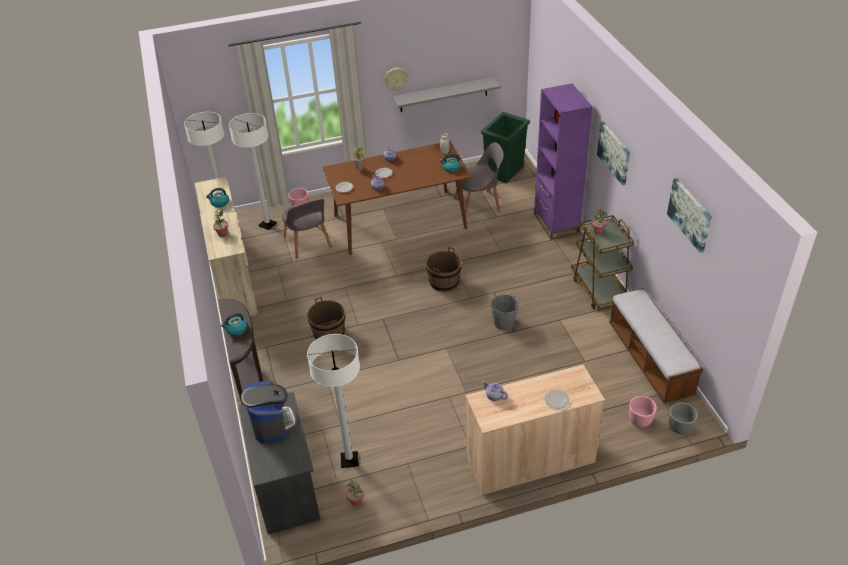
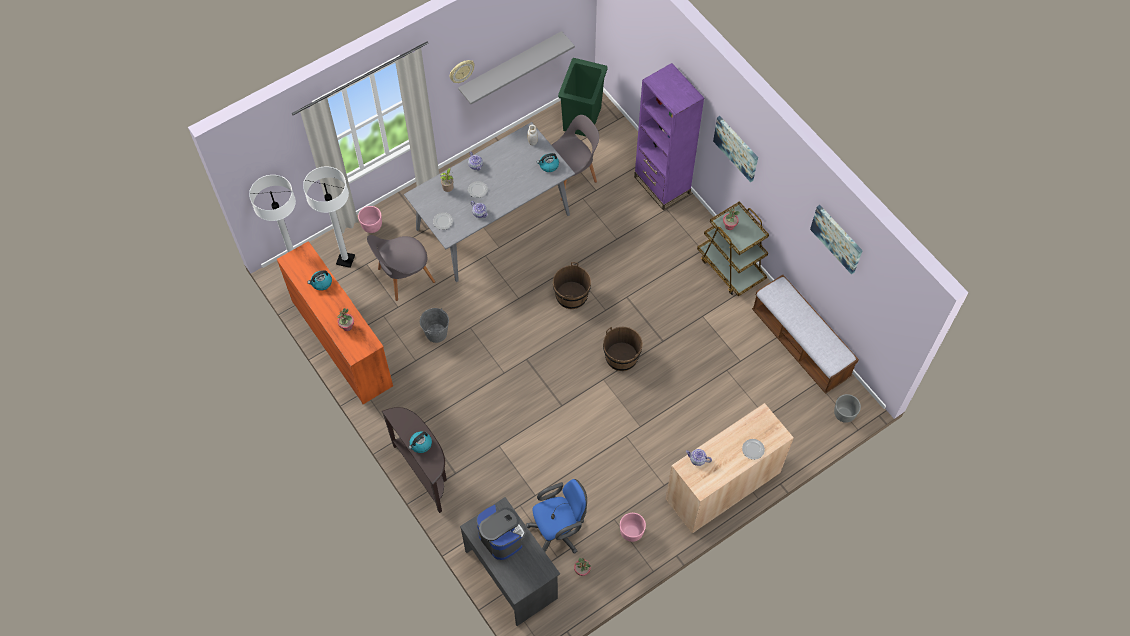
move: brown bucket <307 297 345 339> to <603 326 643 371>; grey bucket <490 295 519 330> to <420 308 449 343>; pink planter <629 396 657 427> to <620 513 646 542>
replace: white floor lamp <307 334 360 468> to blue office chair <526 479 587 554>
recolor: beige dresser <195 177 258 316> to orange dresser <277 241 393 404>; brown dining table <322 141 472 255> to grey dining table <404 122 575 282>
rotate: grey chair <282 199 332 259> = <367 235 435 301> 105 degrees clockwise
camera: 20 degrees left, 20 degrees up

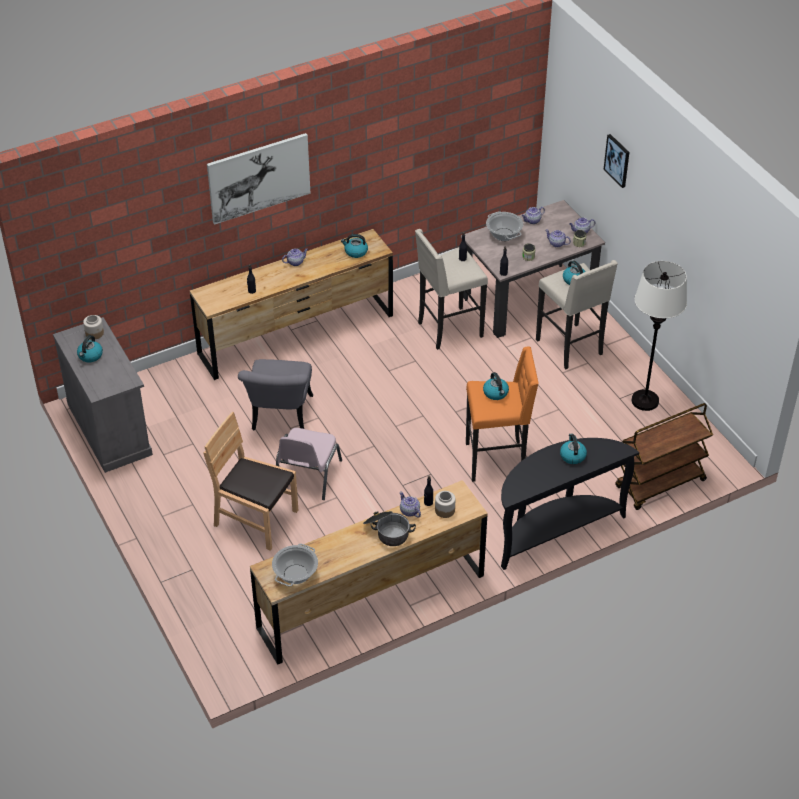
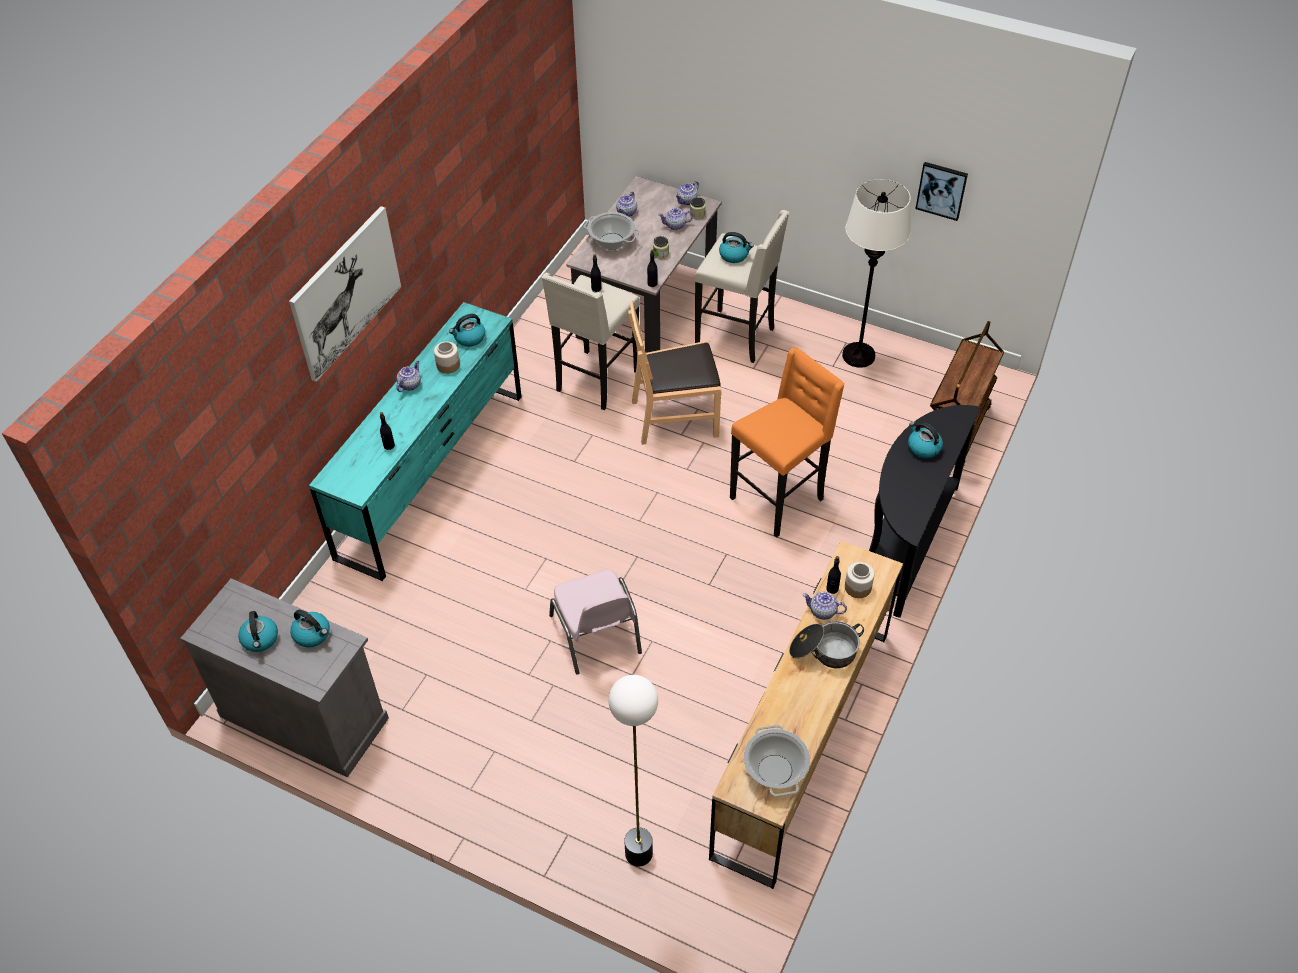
delete: grey chair <238 359 313 430>
insert: floor lamp <608 675 658 866>
move: jar <83 315 104 339> to <434 342 460 374>; brown chair <204 412 298 551> to <628 302 721 445>; kettle <483 372 509 400> to <290 610 330 647>; picture <603 134 629 188> to <915 162 968 221>
recolor: brown dresser <190 229 393 380> to turquoise dresser <309 302 522 581>
camera: 35 degrees left, 5 degrees up

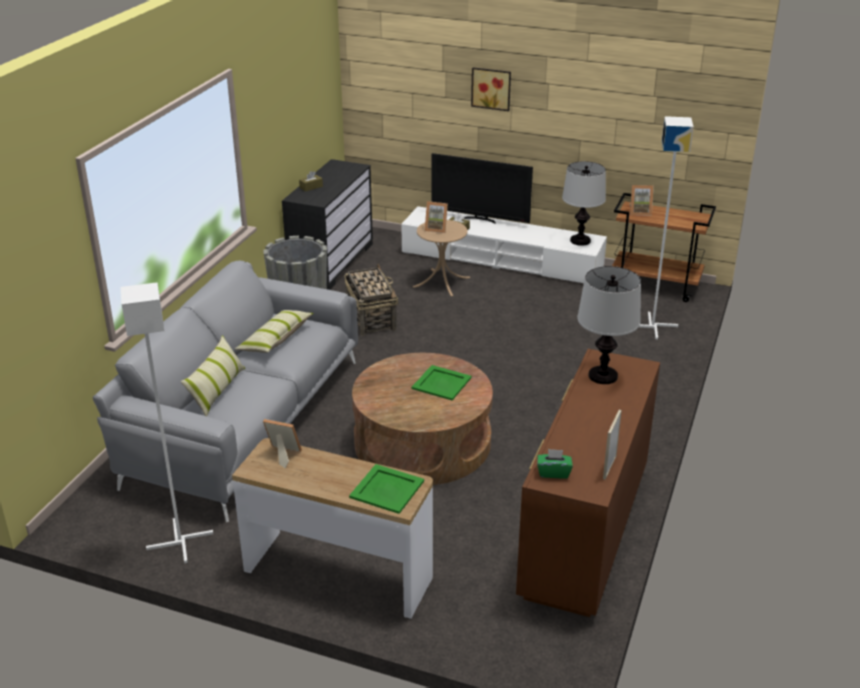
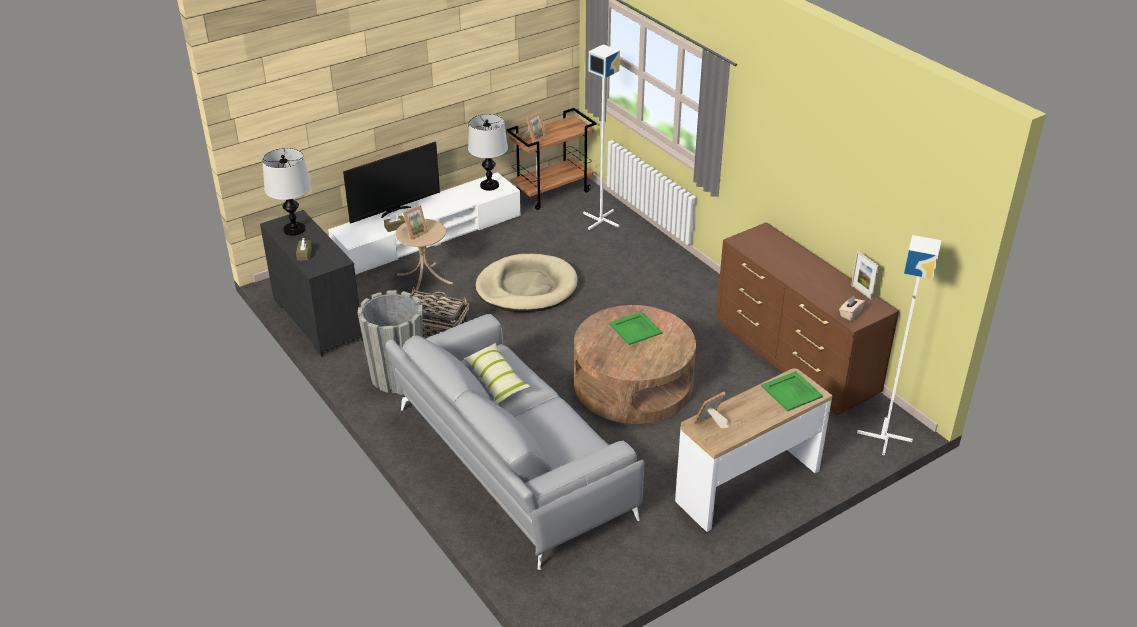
delete: pillow <181 335 245 416>; picture <471 67 511 111>
insert: beige dog bed <476 254 578 312>
move: white floor lamp <120 282 213 563> to <857 235 941 455>; table lamp <577 266 641 384> to <262 148 311 236>
recolor: green tissue box <537 449 573 479> to beige tissue box <839 296 865 321>
camera: 55 degrees left, 5 degrees up

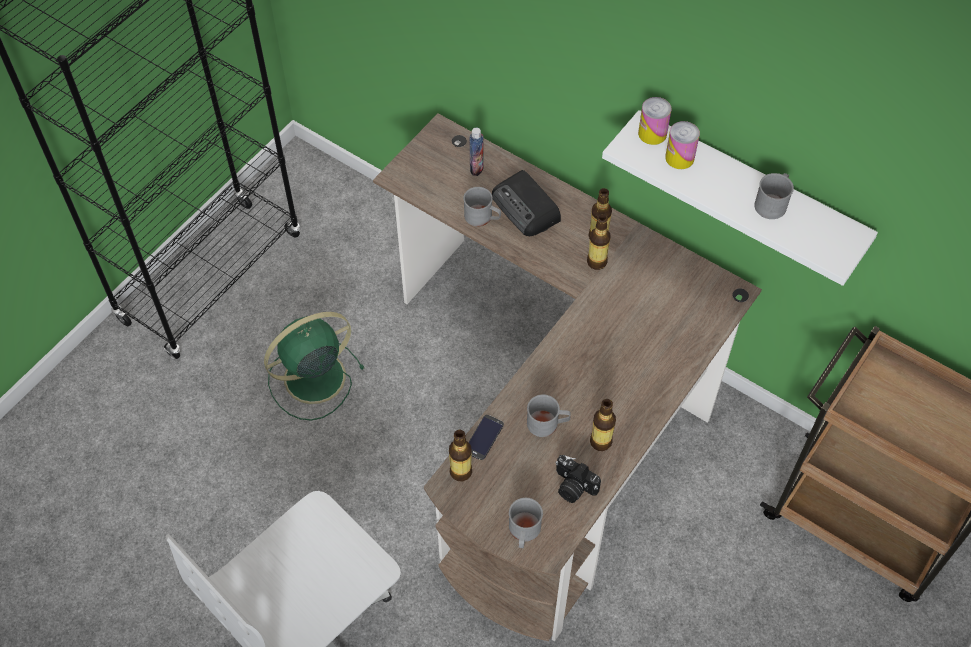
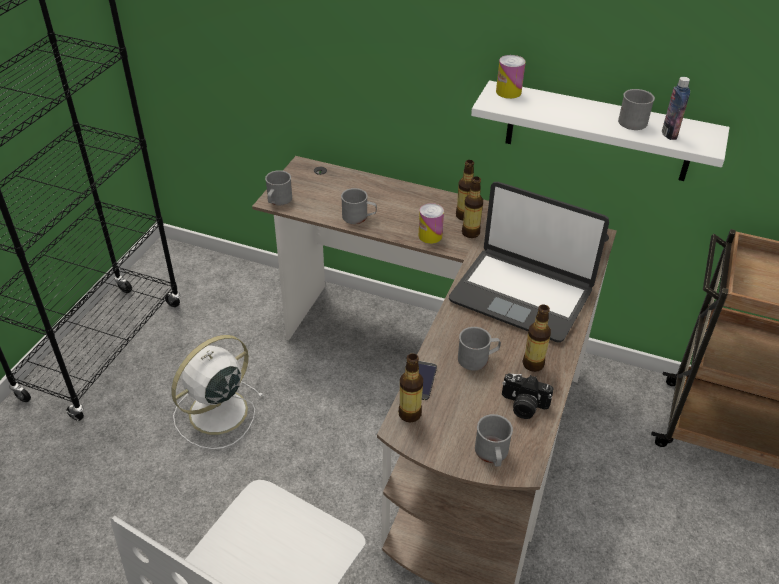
delete: radio <492 170 561 236>
insert: grey mug <265 170 292 205>; laptop <449 182 609 343>
move: bottle <469 128 484 176> to <662 77 690 140>; can <665 121 700 169> to <418 203 444 244>
recolor: green fan <264 312 365 421> to white fan <171 335 264 449>
camera: 15 degrees left, 15 degrees down

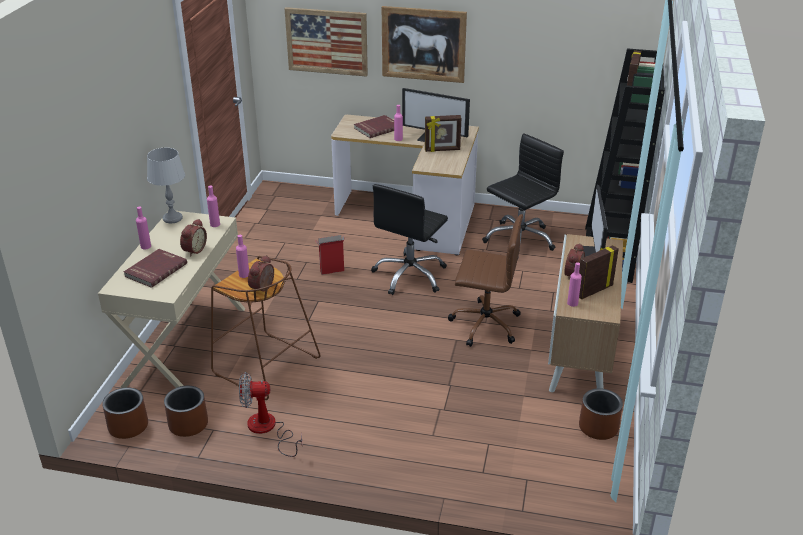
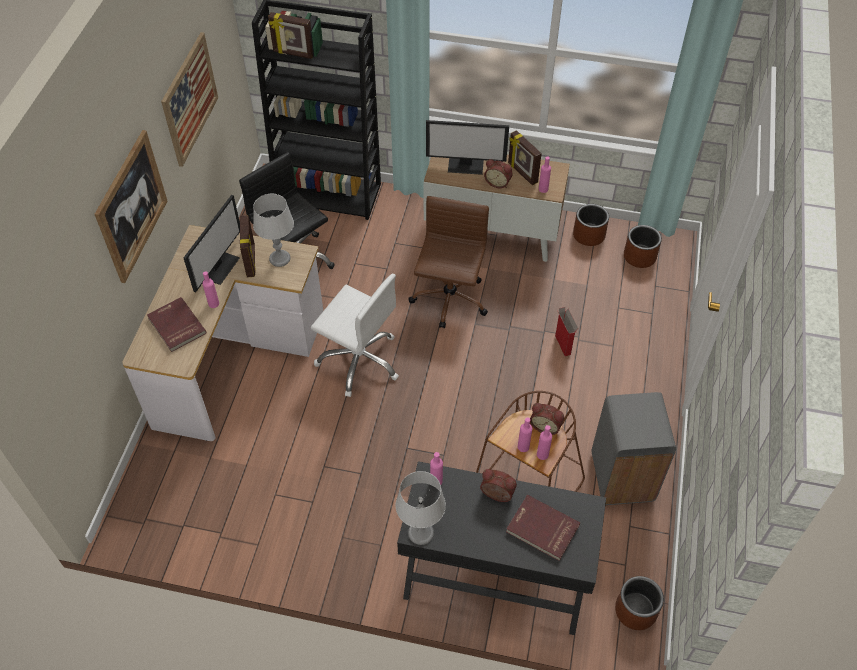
insert: grey table lamp <253 194 294 267>
move: pink bottle <136 207 151 249> to <537 425 552 460>; brown planter <164 386 208 437> to <624 225 662 268>; picture <284 7 368 77> to <161 32 218 167>; cardboard box <316 235 345 275> to <555 307 578 356>
replace: fan <239 372 302 457> to grey trash can <591 392 676 505>
recolor: beige desk <98 211 245 388> to black desk <397 461 606 635>; black office chair <371 184 448 295> to white office chair <311 274 399 397>
camera: 90 degrees left, 20 degrees up

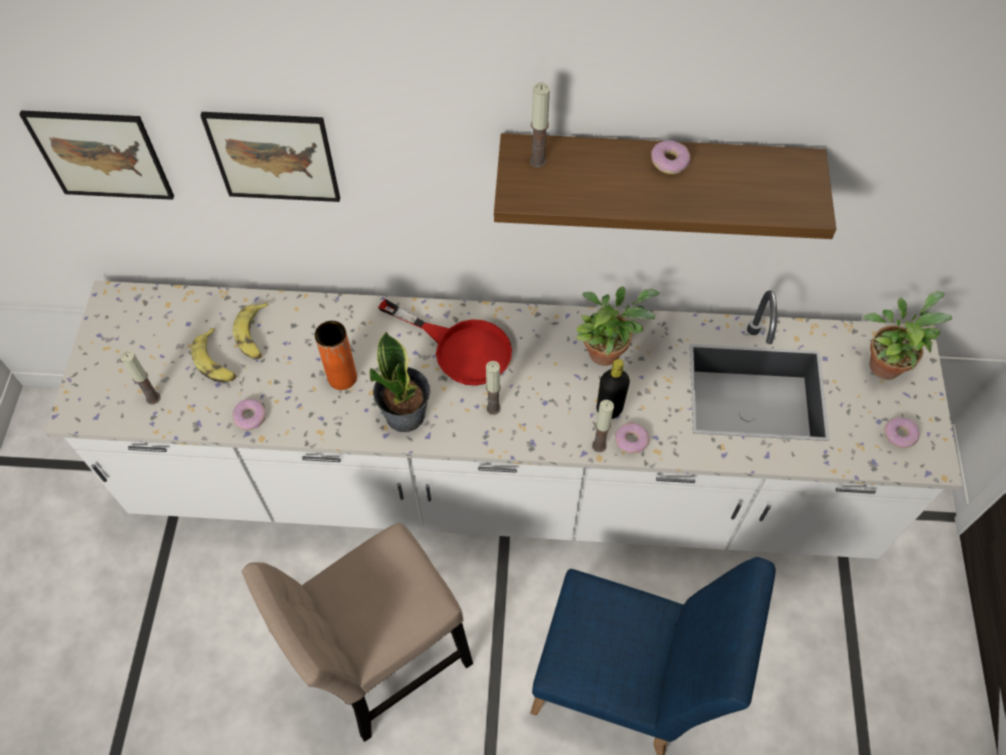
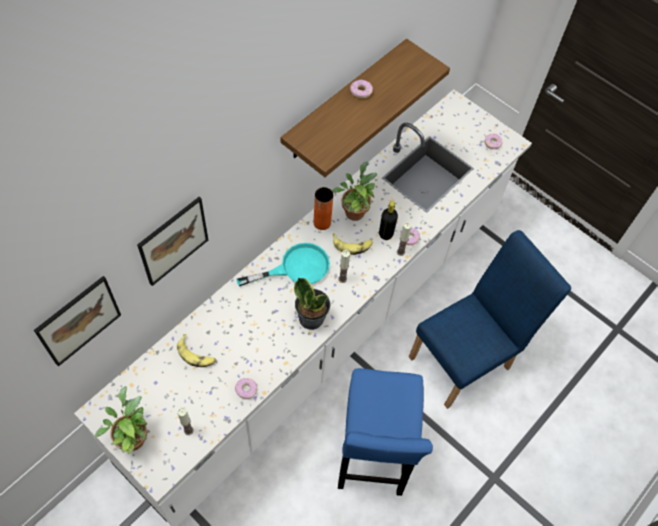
delete: candle <530 83 550 168>
move: banana <191 328 237 382> to <333 233 373 255>; orange vase <315 321 357 390> to <314 187 333 230>; potted plant <862 291 952 380> to <95 386 147 455>
recolor: beige stool <242 523 473 742> to blue stool <338 368 433 496>; red frying pan <378 299 512 386> to turquoise frying pan <237 243 330 286>
camera: 55 degrees left, 0 degrees up

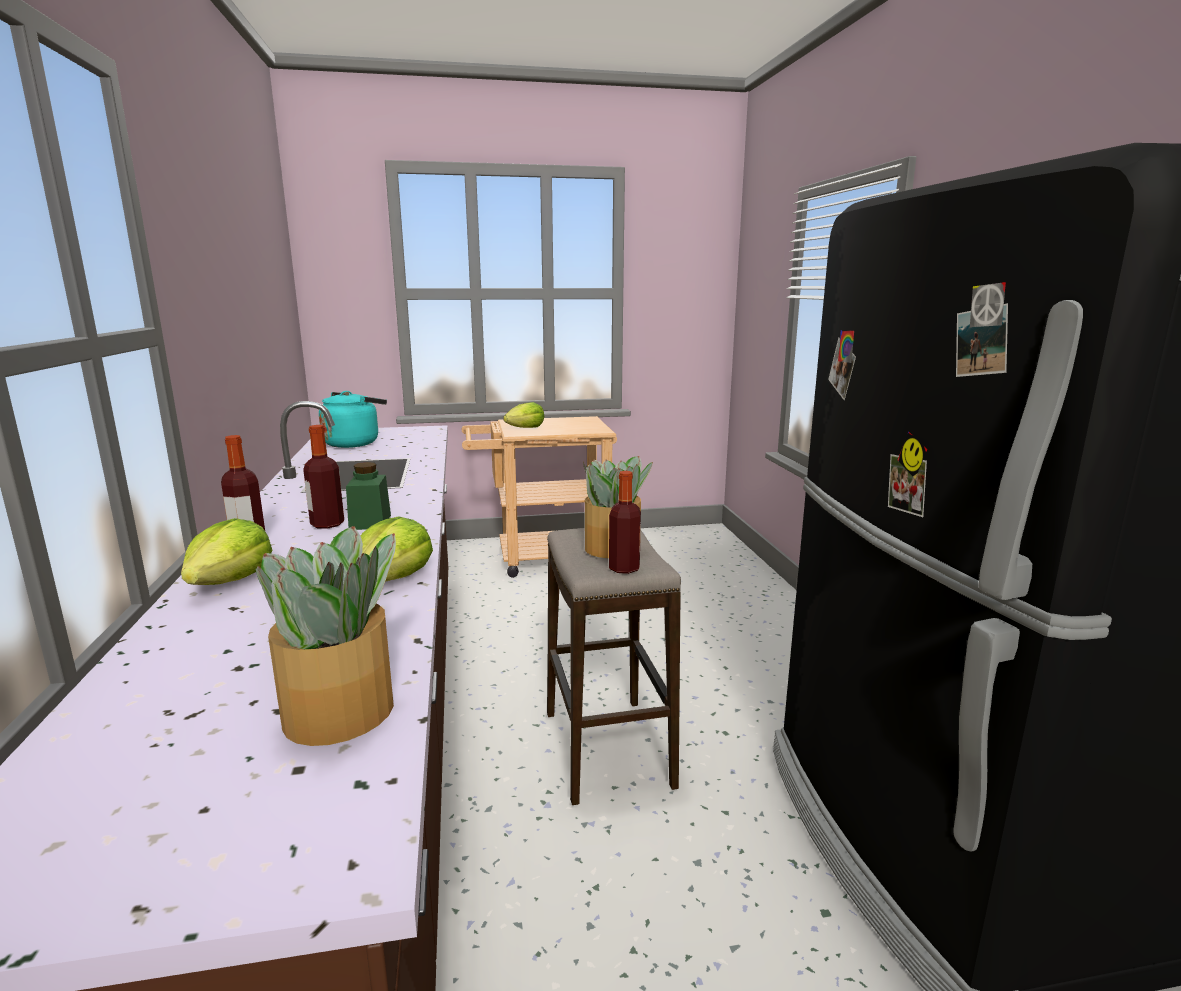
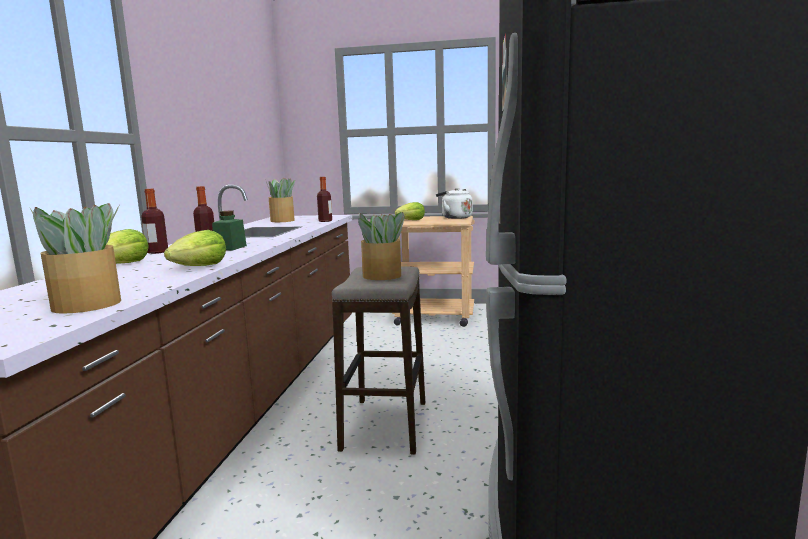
insert: white kettle <436 188 473 219>
move: bottle <609 471 641 574> to <317 177 332 222>
replace: turquoise kettle <319 391 387 448> to potted plant <266 178 295 222>
camera: 20 degrees right, 5 degrees down

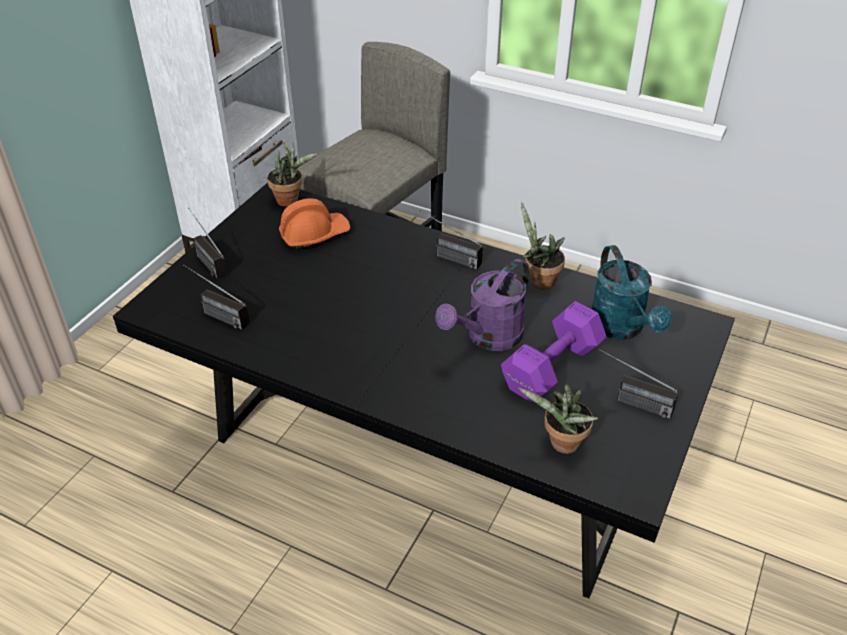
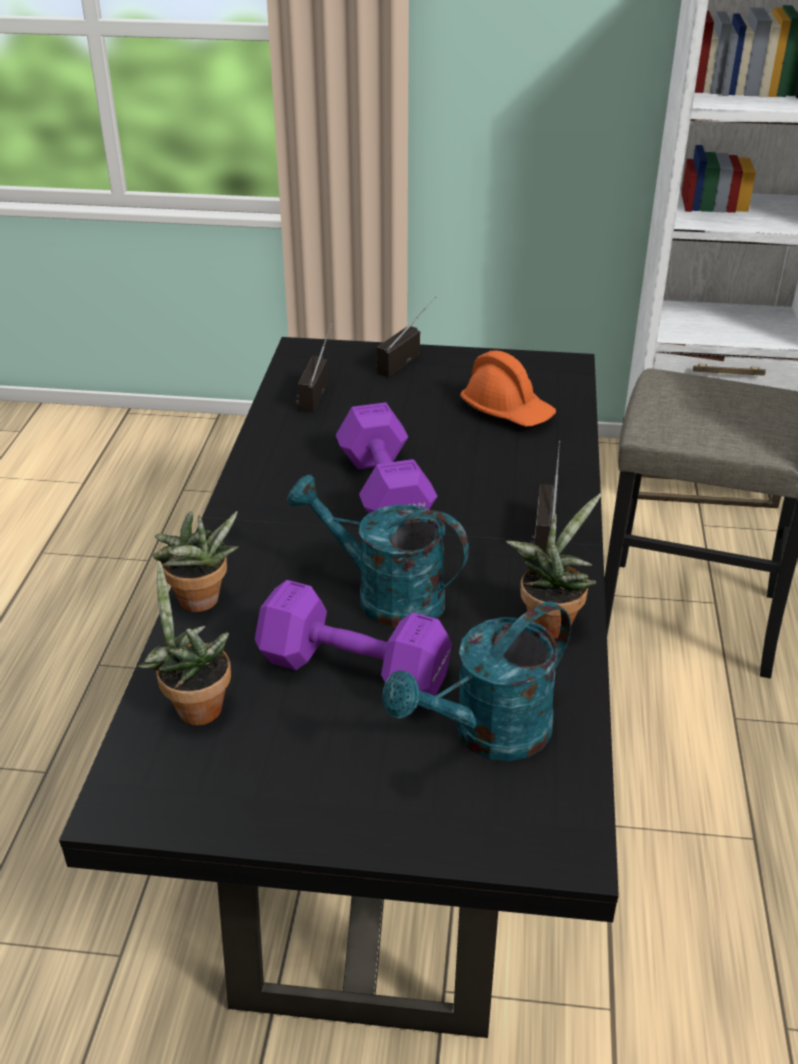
delete: radio <599 349 678 419>
insert: purple dumbbell <336 402 437 513>
move: potted plant <267 142 317 206> to <152 511 239 612>
recolor: purple watering can <435 259 530 351> to turquoise watering can <287 474 469 628>
camera: 70 degrees right, 5 degrees down

